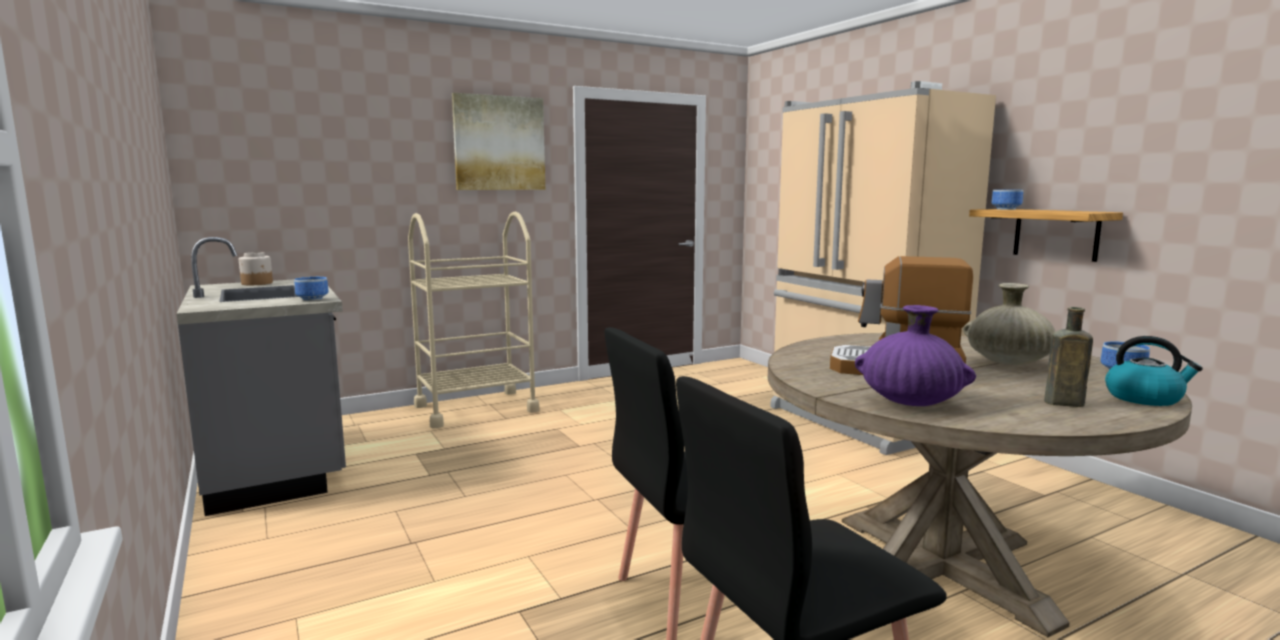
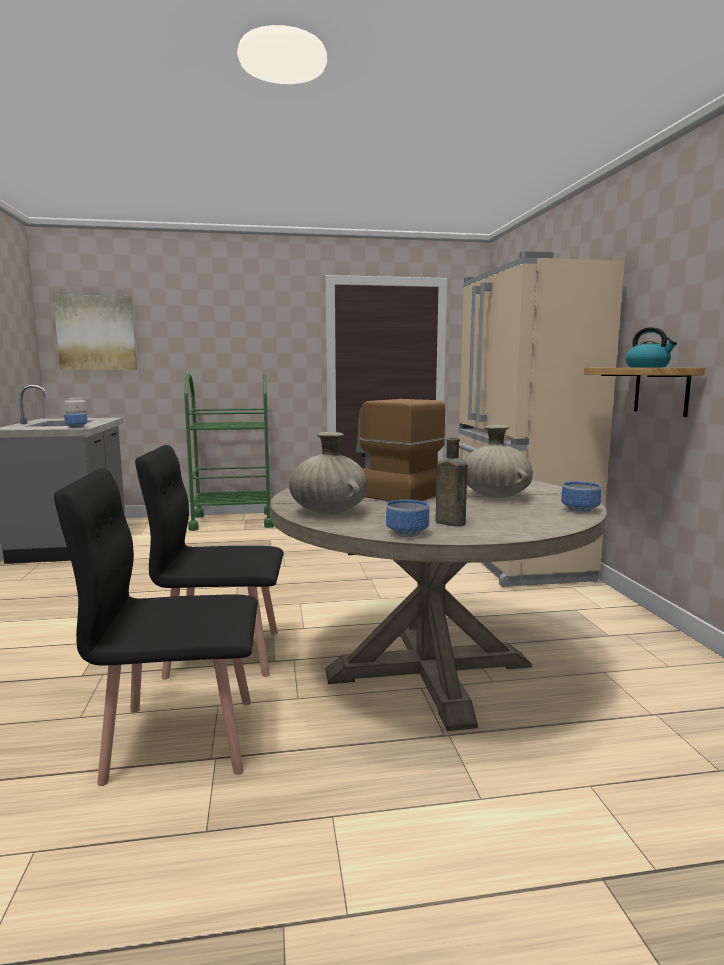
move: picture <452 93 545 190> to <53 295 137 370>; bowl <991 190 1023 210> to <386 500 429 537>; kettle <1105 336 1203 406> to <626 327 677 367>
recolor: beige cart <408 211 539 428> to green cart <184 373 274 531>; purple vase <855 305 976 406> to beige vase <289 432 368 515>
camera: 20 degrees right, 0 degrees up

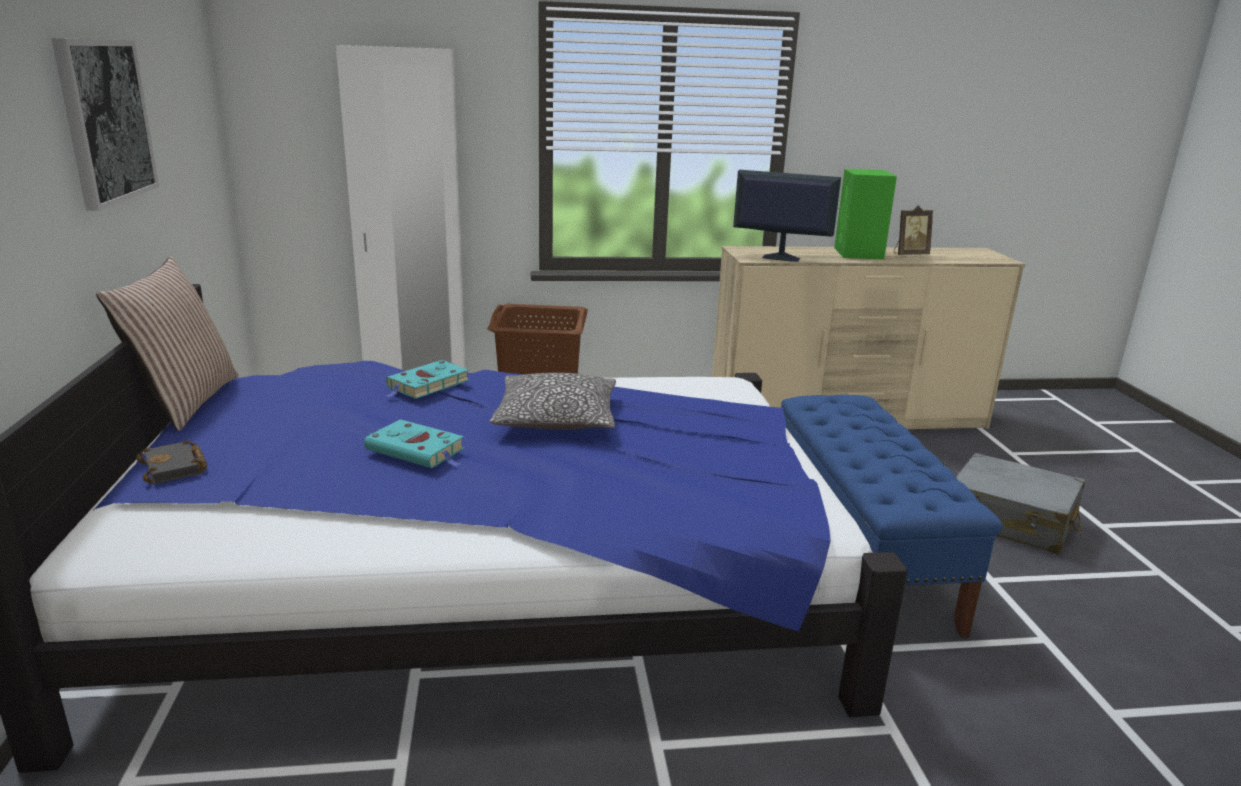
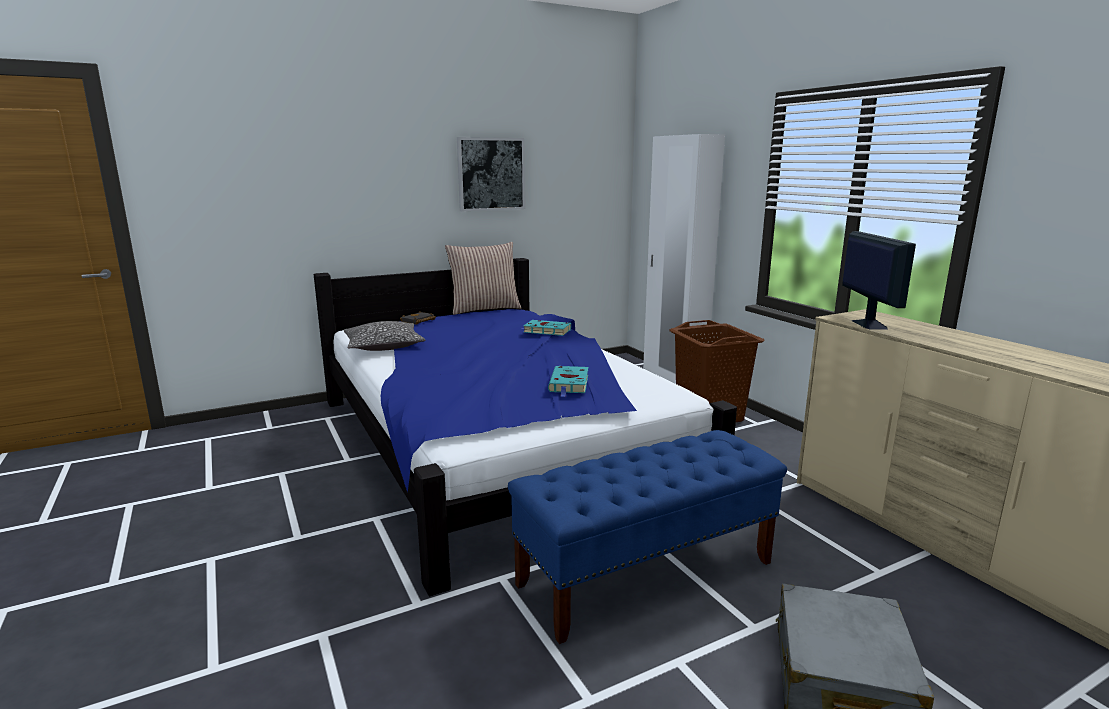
delete: green speaker <834 169 897 260>; picture frame <894 205 933 255>
move: turquoise book <364 419 464 468> to <548 366 588 397>; pillow <490 373 616 430> to <344 321 425 351>
camera: 70 degrees right, 5 degrees down

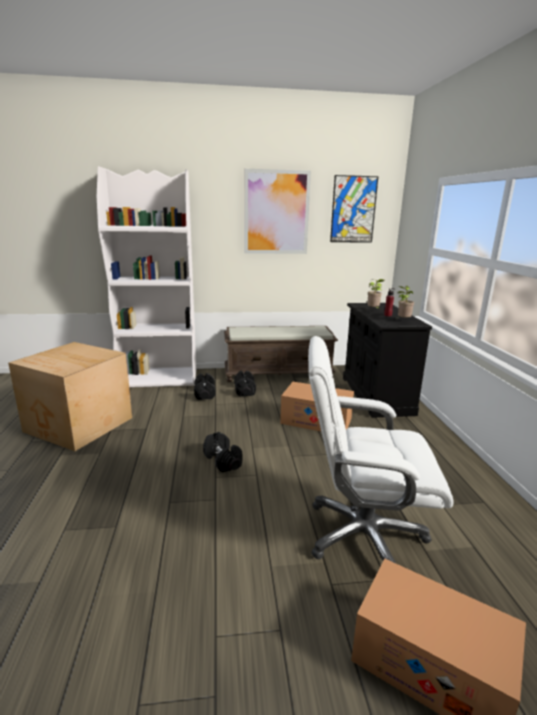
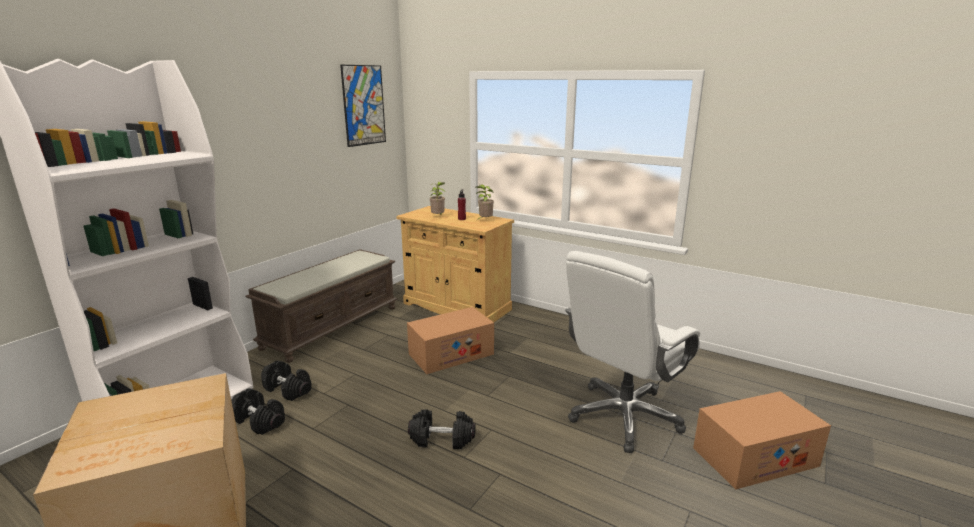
delete: picture <245 169 311 254>
move: black dumbbell <234 370 256 396> to <231 389 285 435>
recolor: black cabinet <343 303 432 418> to beige cabinet <396 206 514 322>
camera: 50 degrees left, 0 degrees up

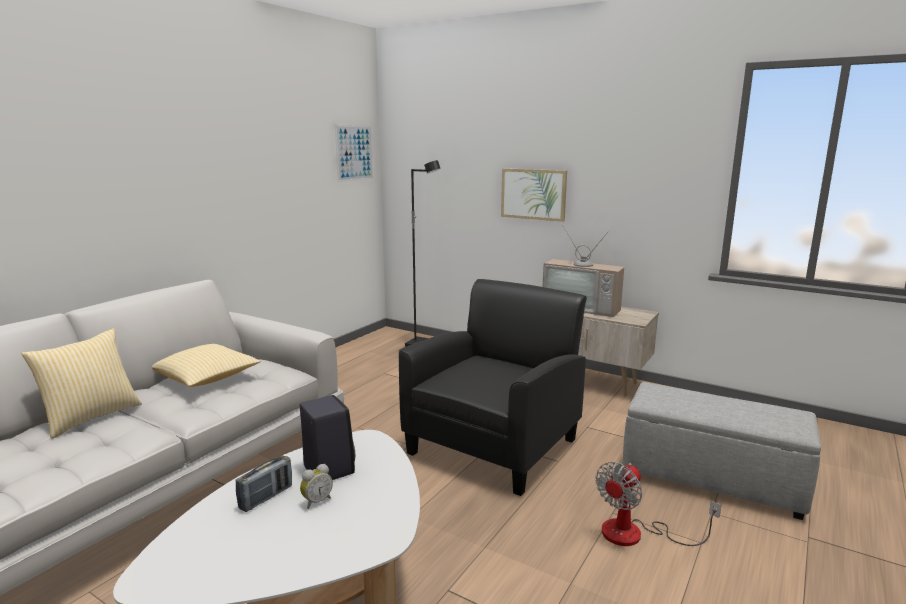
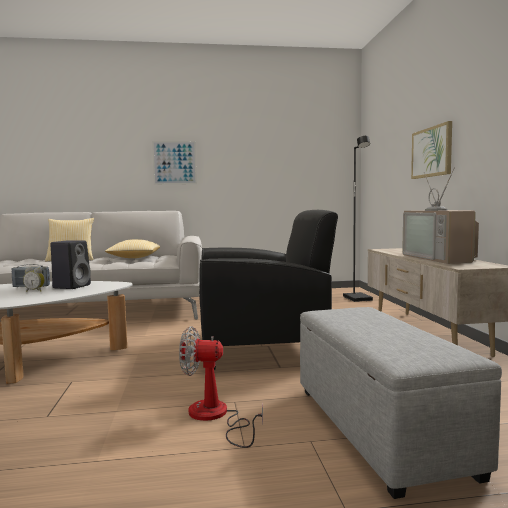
move: picture <335 125 374 182> to <152 141 197 185>
camera: 50 degrees right, 10 degrees down

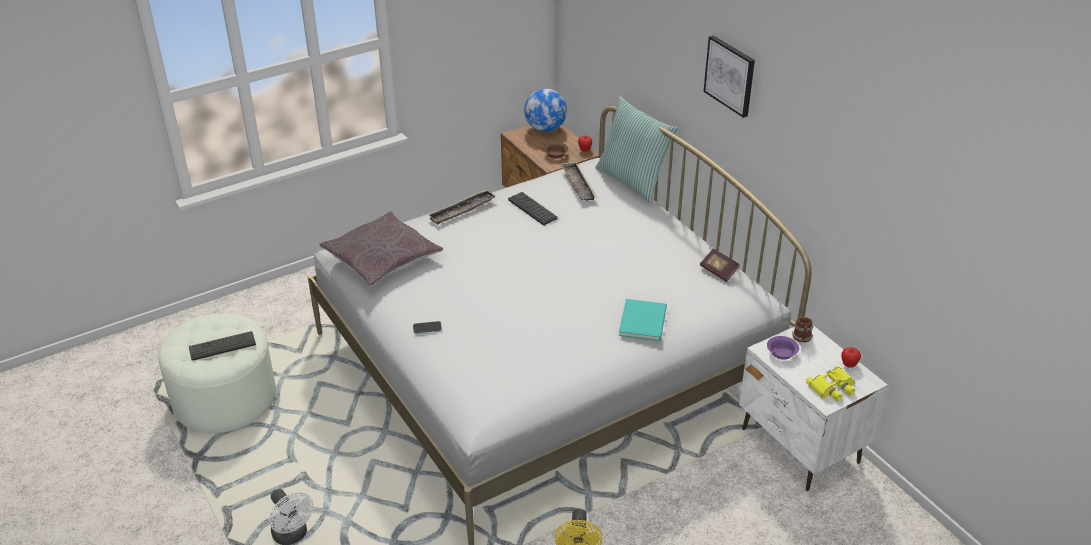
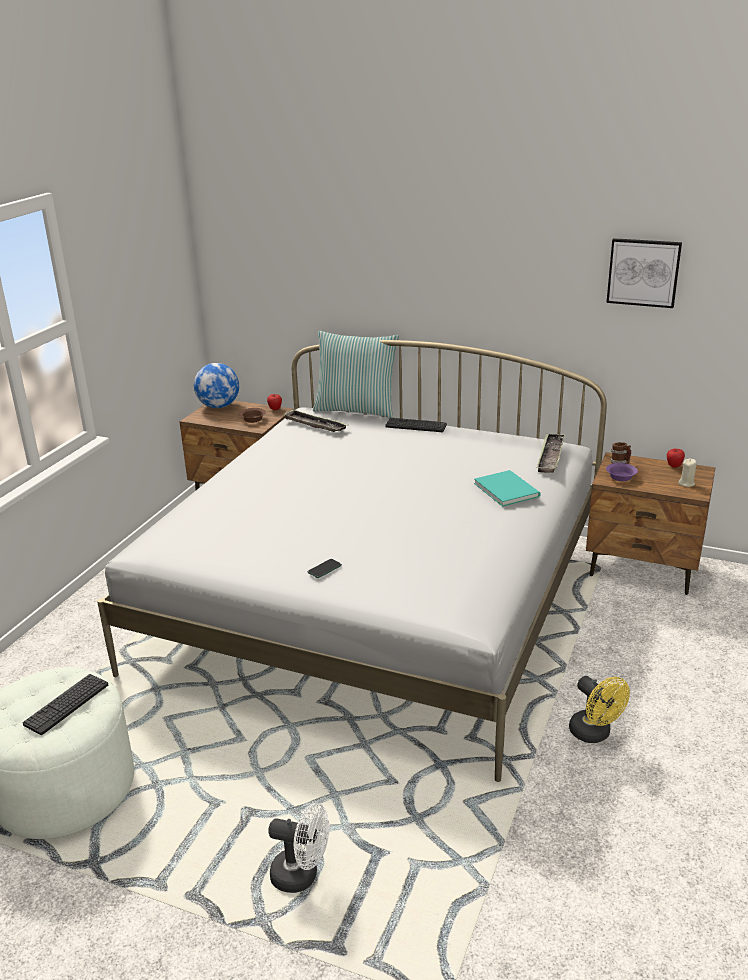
delete: grey pillow <319 211 443 286>; book <700 248 740 282>
move: tray <428 189 495 225> to <537 433 565 473>; keyboard <508 192 558 225> to <385 418 447 432>; picture <703 35 755 118> to <606 238 682 308>
replace: yellow binoculars <806 366 855 401> to beige candle <678 458 697 487>
recolor: white nightstand <739 325 888 491> to brown nightstand <586 452 715 595>
camera: 35 degrees left, 10 degrees down

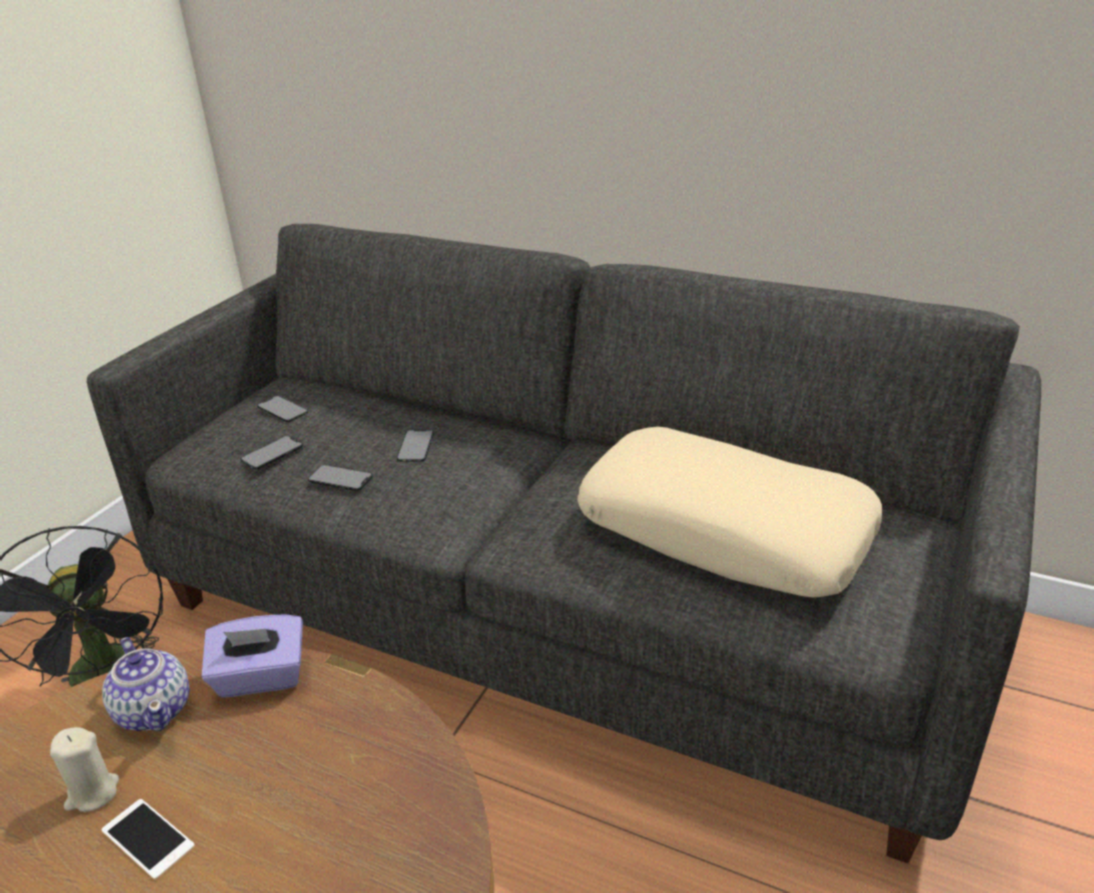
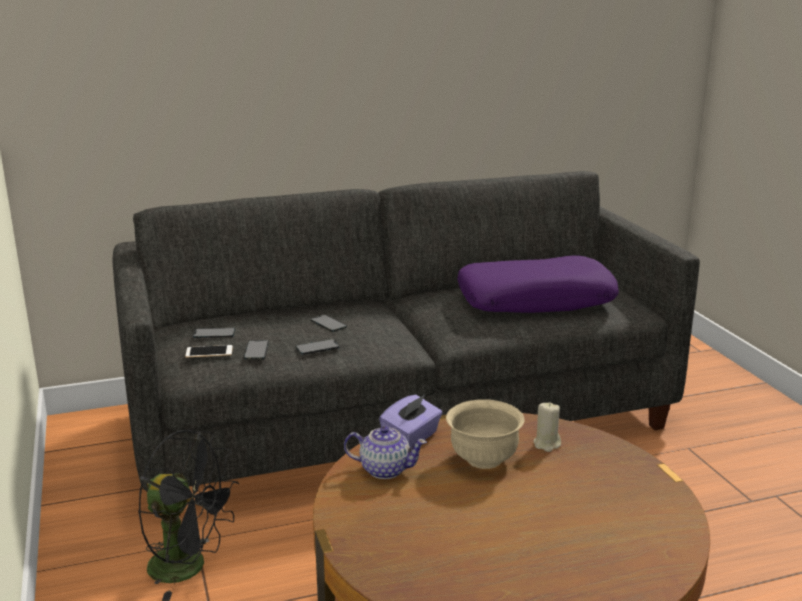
insert: beige bowl <446 399 525 469>
move: beige candle <50 727 119 812> to <533 402 561 452>; phone <101 799 195 880> to <185 345 233 358>
recolor: beige pillow <577 427 882 597> to purple pillow <457 255 619 313>
camera: 45 degrees left, 10 degrees down

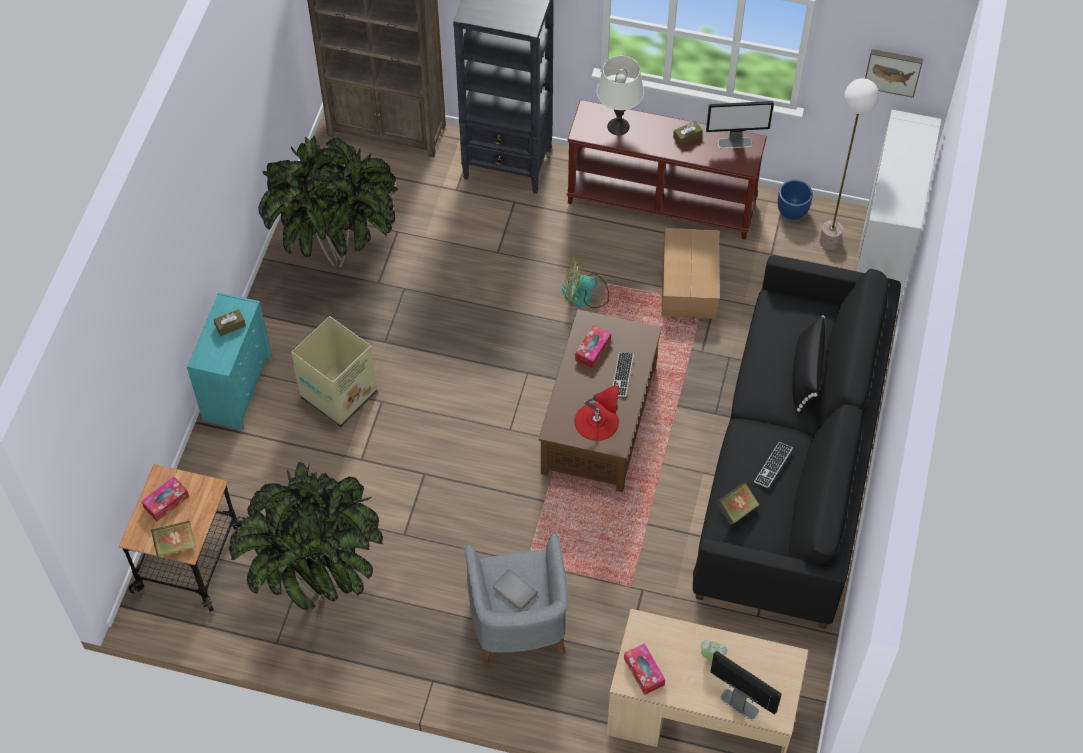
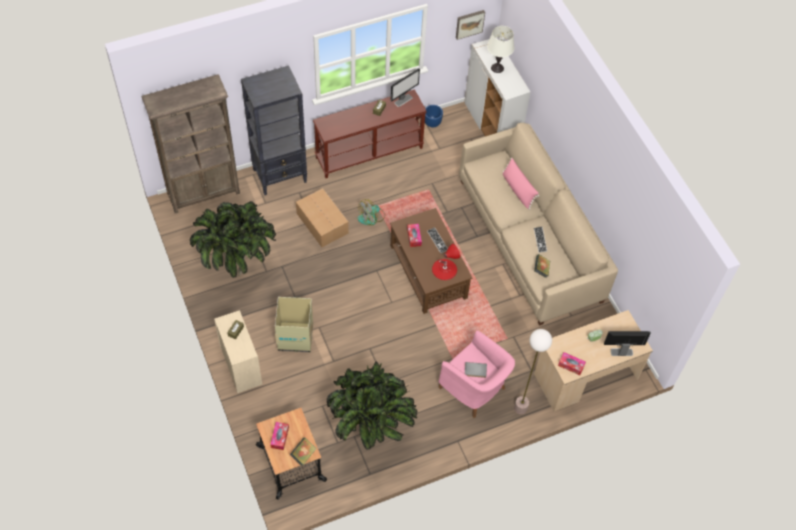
move: white table lamp <596 56 644 135> to <487 26 515 73>; cardboard box <661 228 719 319> to <296 188 349 247>; floor lamp <820 78 879 250> to <514 329 552 414>
recolor: turquoise dresser <187 292 272 430> to beige dresser <214 310 262 393>; grey armchair <464 533 569 666> to pink armchair <438 331 515 418>; black sofa <693 255 901 629> to beige sofa <459 123 618 326>; black pillow <792 315 825 412> to pink pillow <503 158 539 209>
camera: 40 degrees left, 0 degrees up

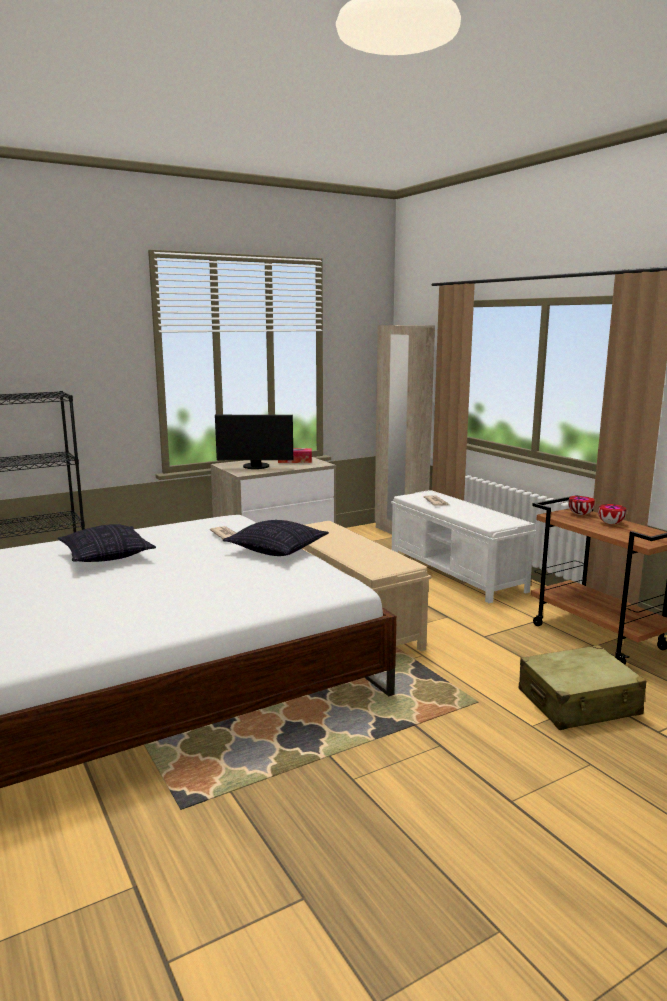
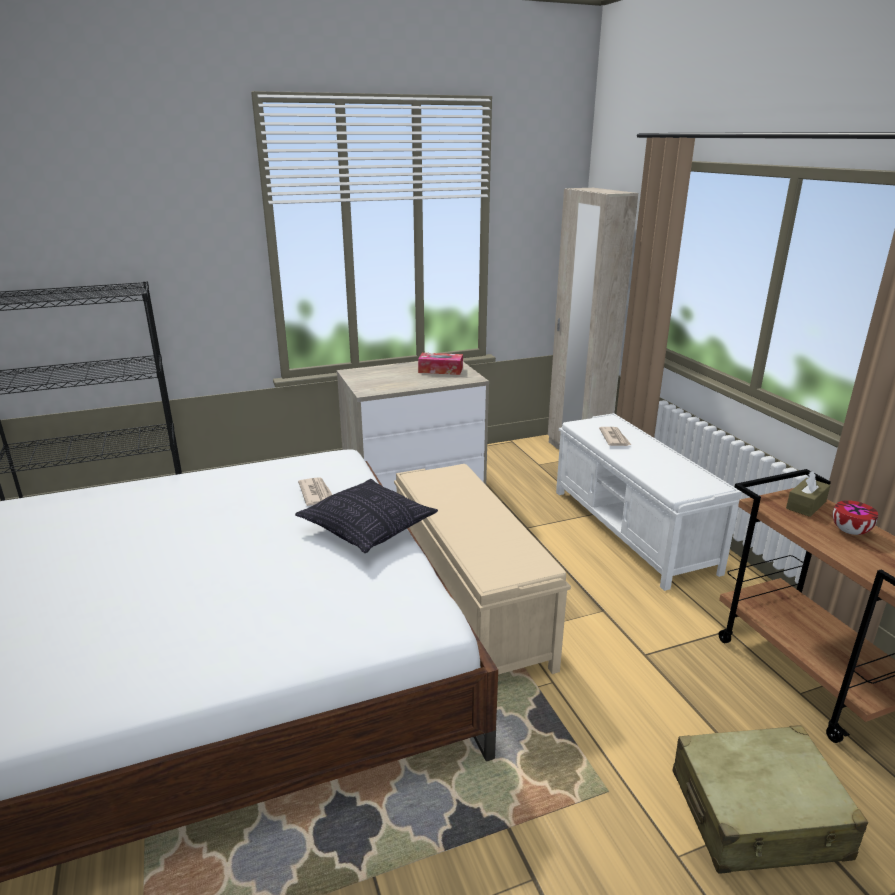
delete: pillow <58 524 156 562>; monitor <215 415 293 469>
replace: bowl <568 496 595 515> to brown tissue box <786 471 830 517>
camera: 10 degrees right, 10 degrees up

